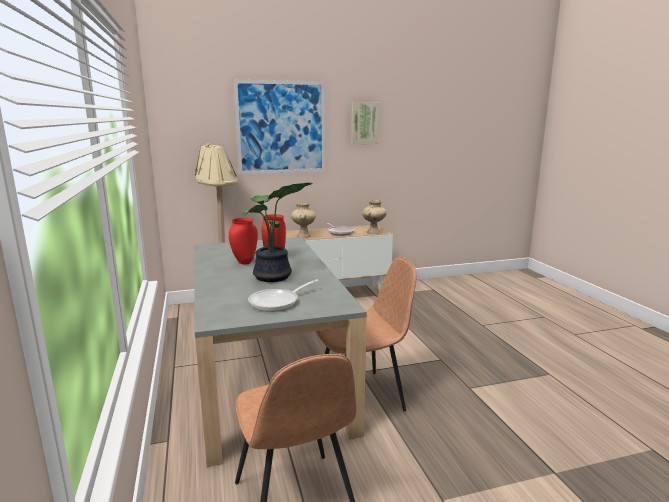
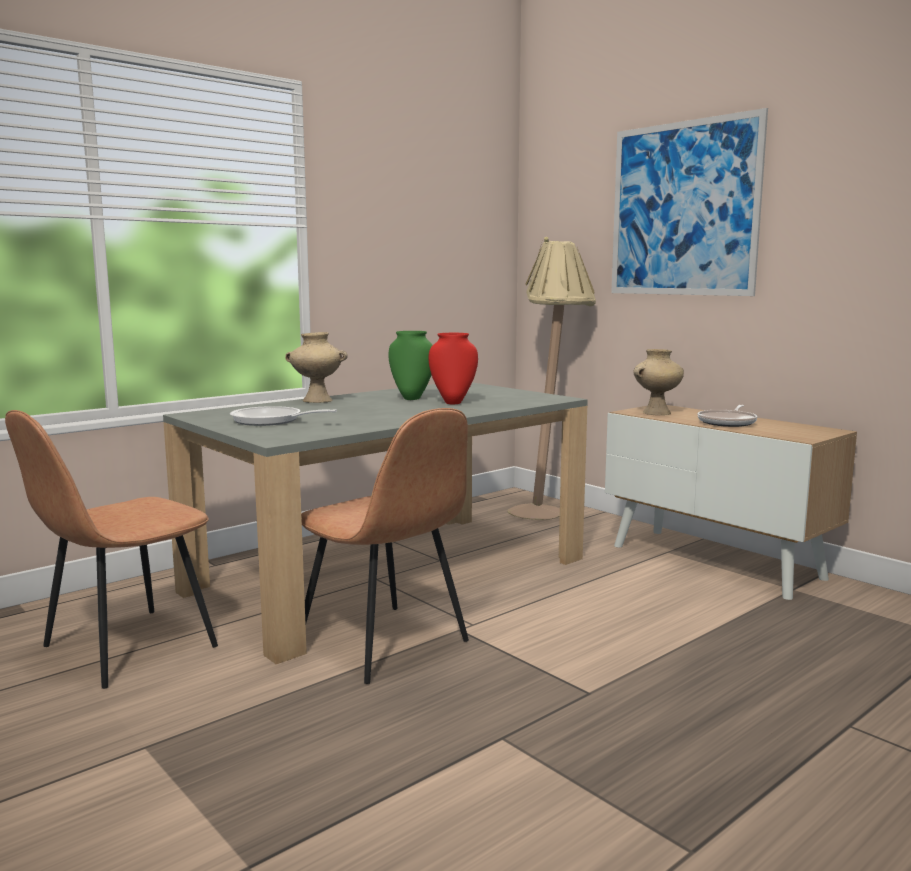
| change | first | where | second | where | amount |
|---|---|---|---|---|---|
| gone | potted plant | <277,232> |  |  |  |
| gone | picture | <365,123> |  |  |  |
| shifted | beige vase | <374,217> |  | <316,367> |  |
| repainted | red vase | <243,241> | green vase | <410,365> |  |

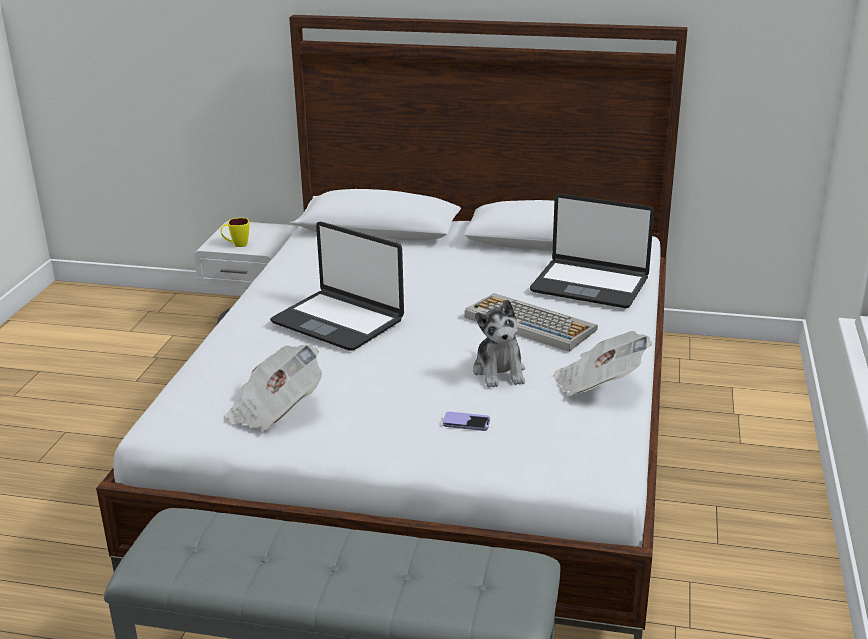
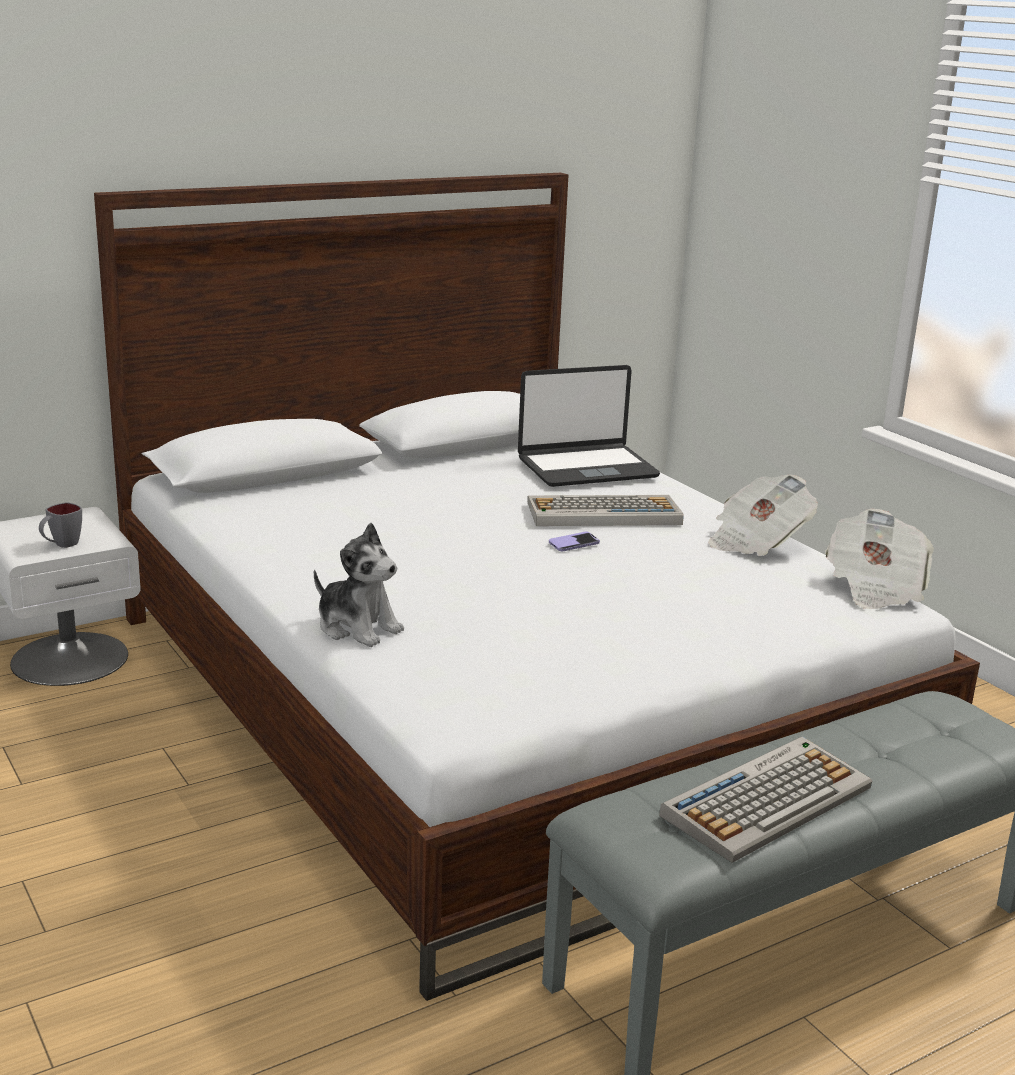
| change | first | where | second | where | amount |
|---|---|---|---|---|---|
| gone | laptop | <337,286> |  |  |  |
| new |  |  | keyboard | <765,800> |  |
| shifted | newspaper | <274,387> |  | <879,559> |  |
| shifted | phone | <466,421> |  | <574,541> |  |
| shifted | plush toy | <499,344> |  | <359,585> |  |
| repainted | yellow mug | <235,232> | grey mug | <60,525> |  |

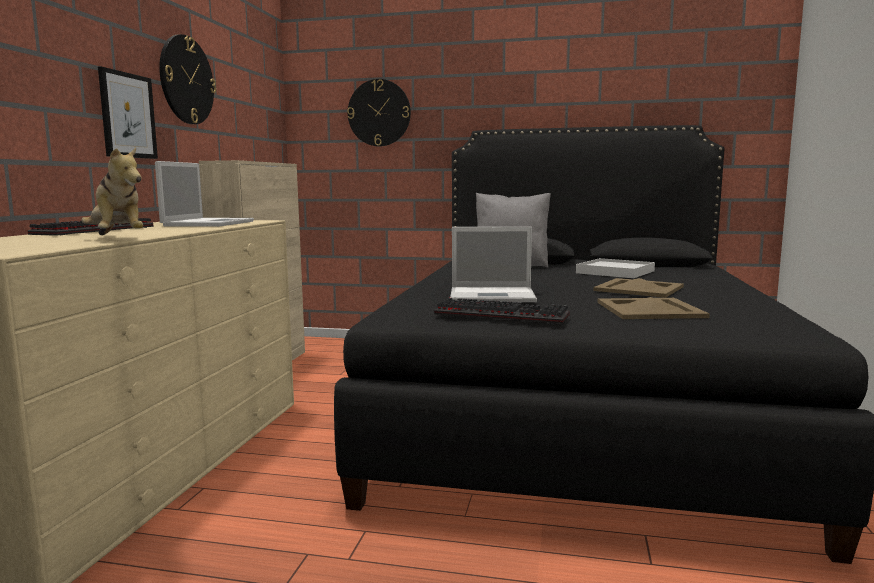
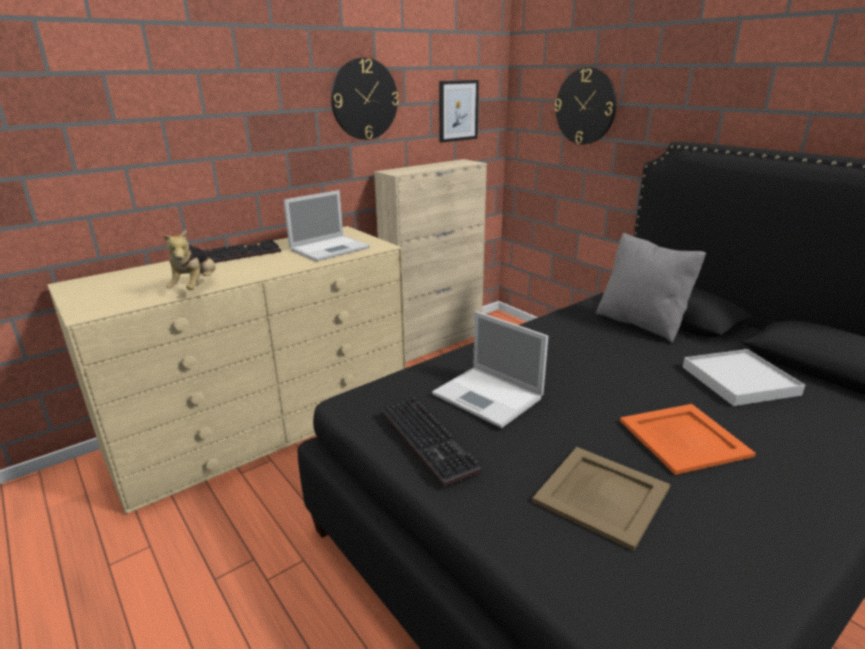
| change | first | where | second | where | amount |
|---|---|---|---|---|---|
| shifted | picture | <128,113> |  | <459,111> |  |
| repainted | beige tray | <638,288> | orange tray | <688,439> |  |

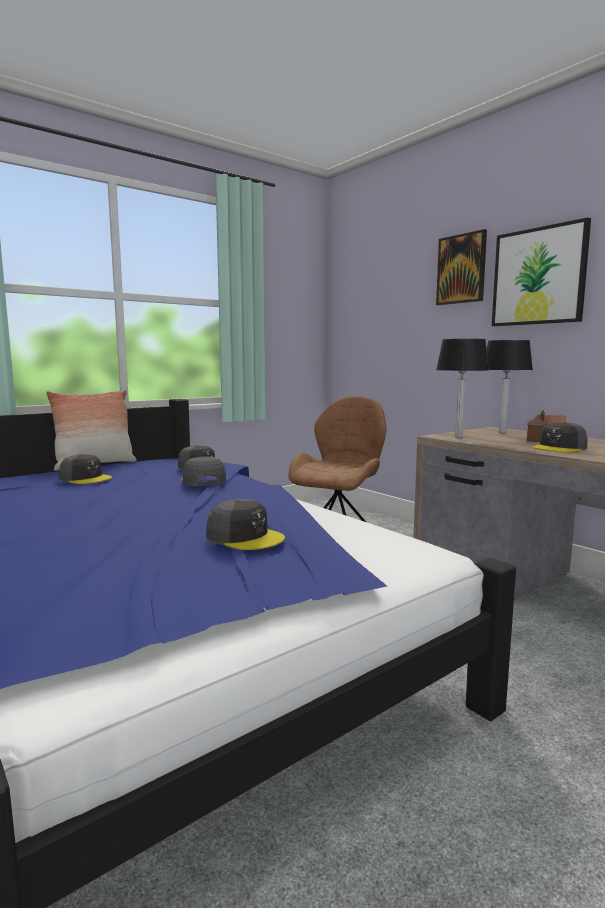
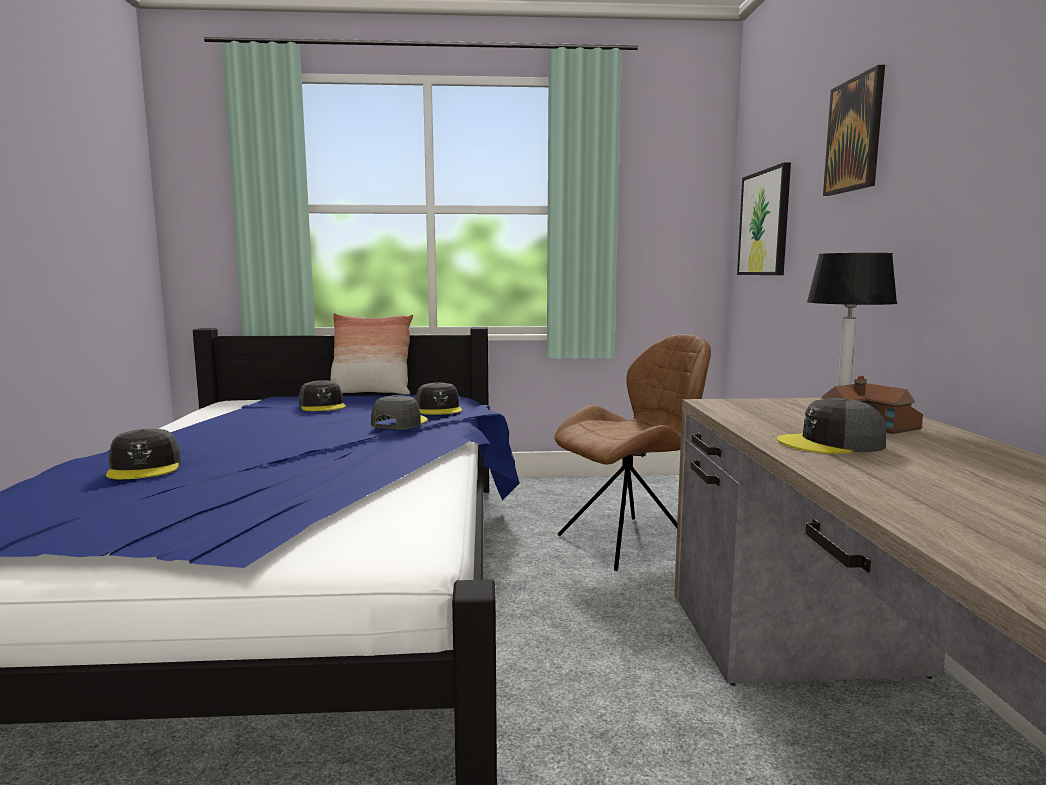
| change | first | where | second | where | amount |
|---|---|---|---|---|---|
| gone | table lamp | <462,388> |  |  |  |
| shifted | grey cap | <245,524> |  | <143,454> |  |
| shifted | picture | <541,271> |  | <764,218> |  |

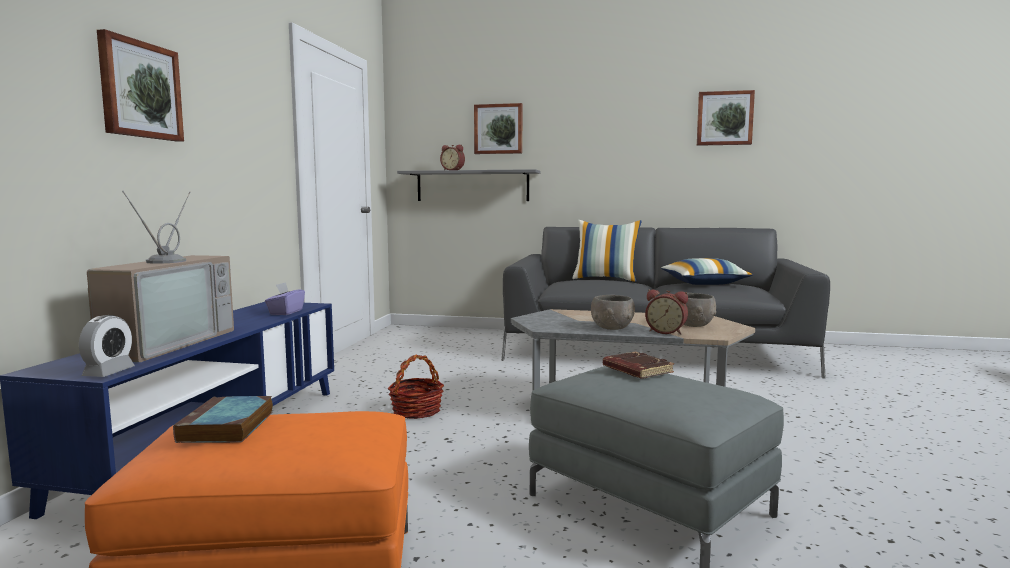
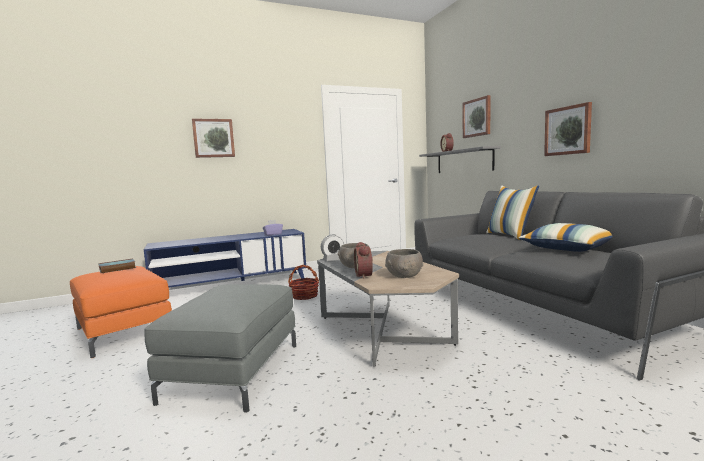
| change | first | where | second | where | amount |
|---|---|---|---|---|---|
| gone | television | <160,276> |  |  |  |
| gone | brown book | <638,365> |  |  |  |
| shifted | alarm clock | <107,346> |  | <332,248> |  |
| shifted | picture | <726,118> |  | <568,129> |  |

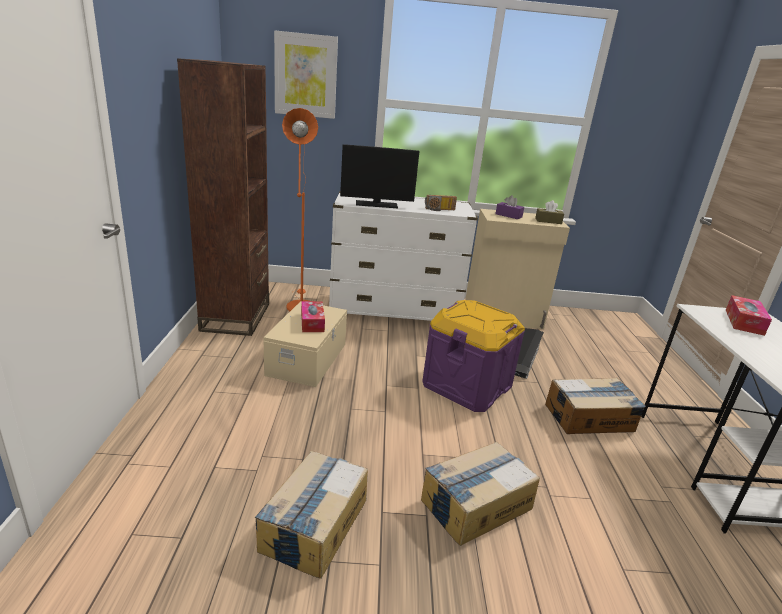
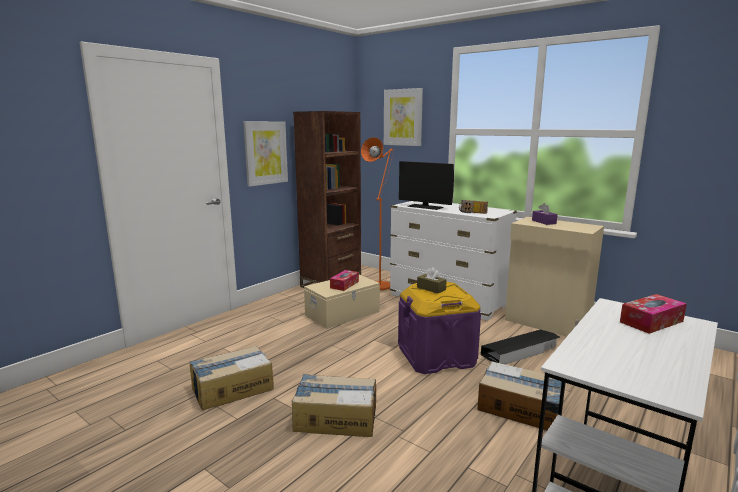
| change | first | where | second | where | amount |
|---|---|---|---|---|---|
| new |  |  | picture | <265,154> |  |
| shifted | brown tissue box | <549,212> |  | <432,280> |  |

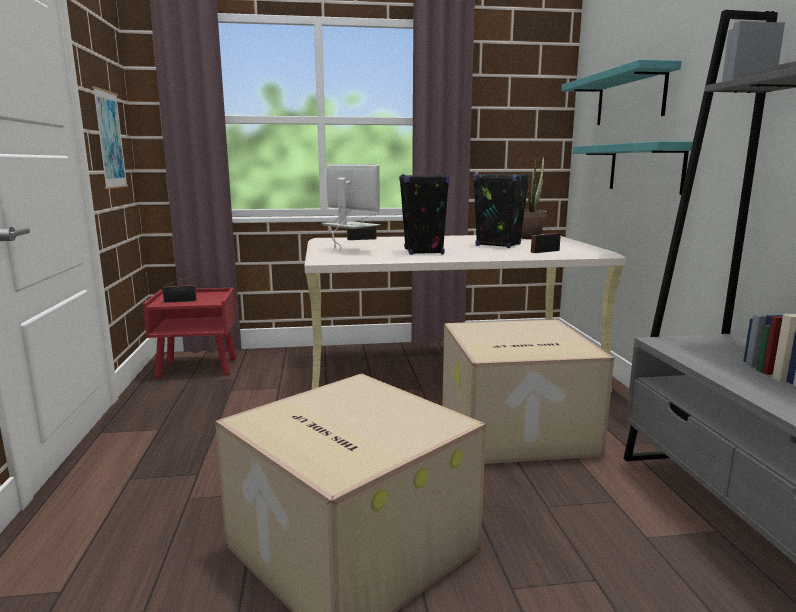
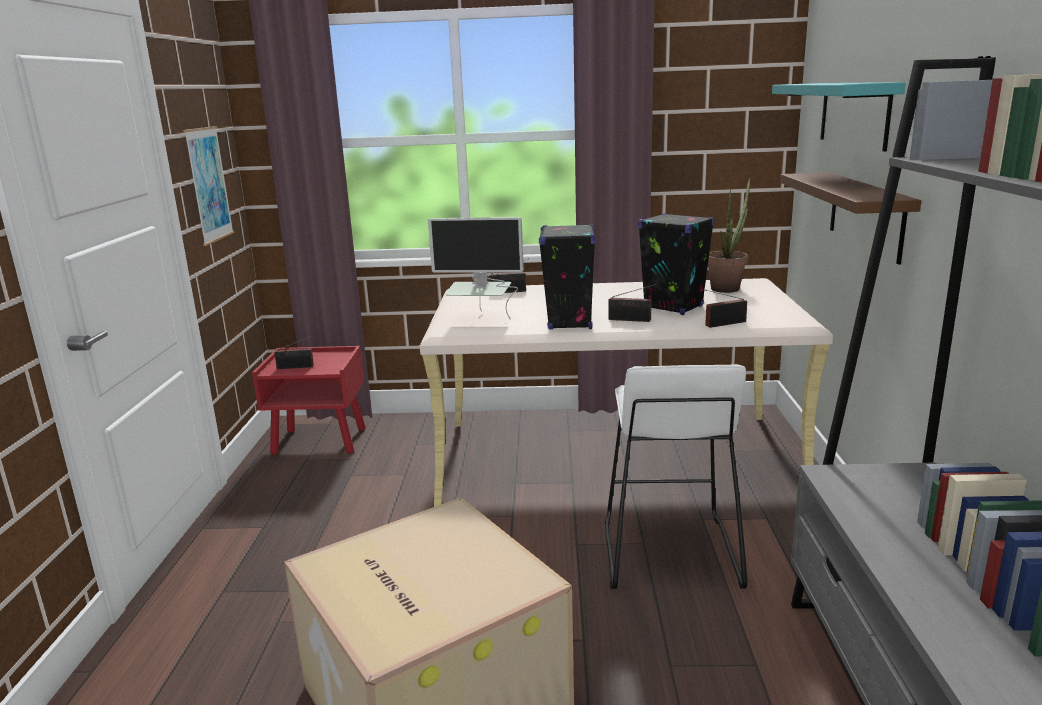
| change | first | where | second | where | amount |
|---|---|---|---|---|---|
| new |  |  | radio | <632,303> |  |
| swapped | cardboard box | <528,392> | white stool | <676,476> |  |
| repainted | turquoise shelf | <637,168> | brown shelf | <850,218> |  |
| rotated | monitor | <351,207> |  | <476,268> | 135 degrees clockwise |

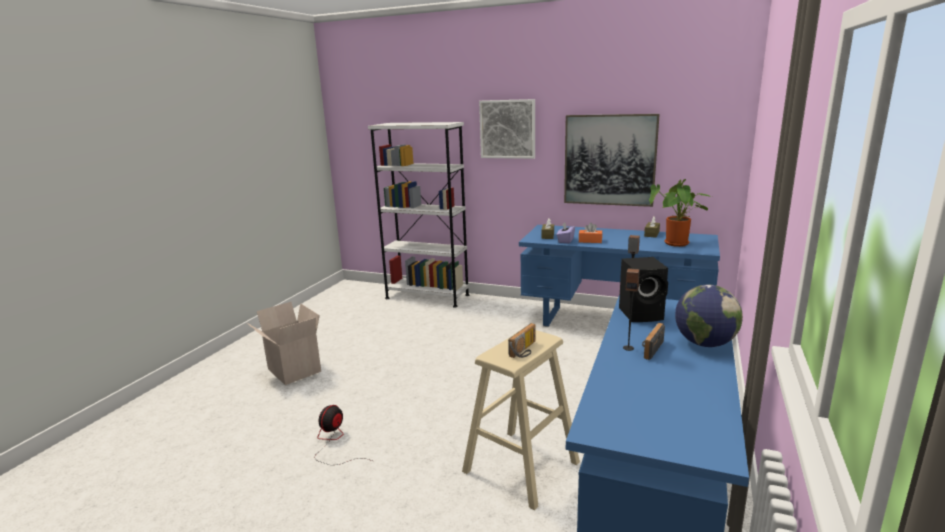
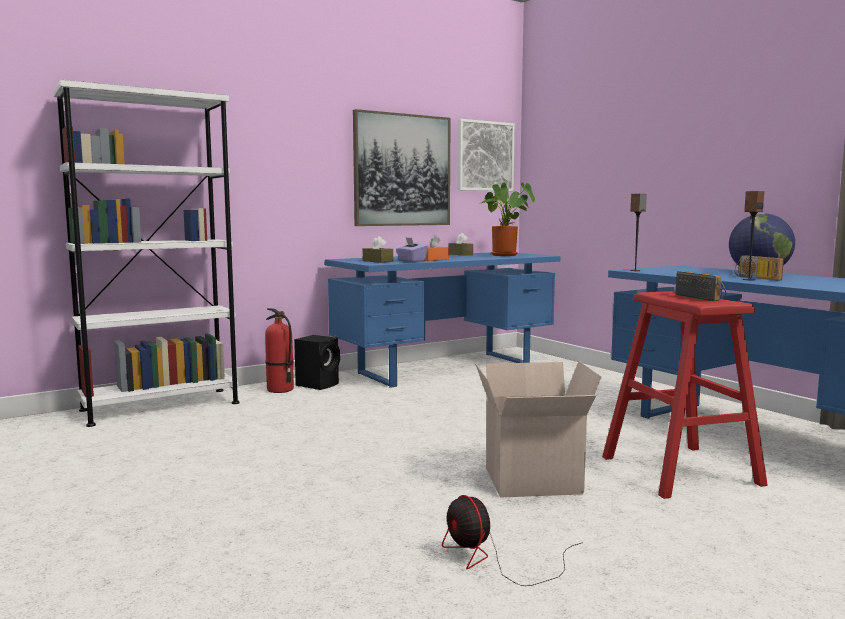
| change | first | where | second | where | amount |
|---|---|---|---|---|---|
| new |  |  | fire extinguisher | <279,350> |  |
| shifted | cardboard box | <284,343> |  | <538,429> |  |
| shifted | picture | <507,129> |  | <486,155> |  |
| shifted | black speaker | <643,289> |  | <317,362> |  |
| repainted | beige stool | <521,419> | red stool | <685,395> |  |

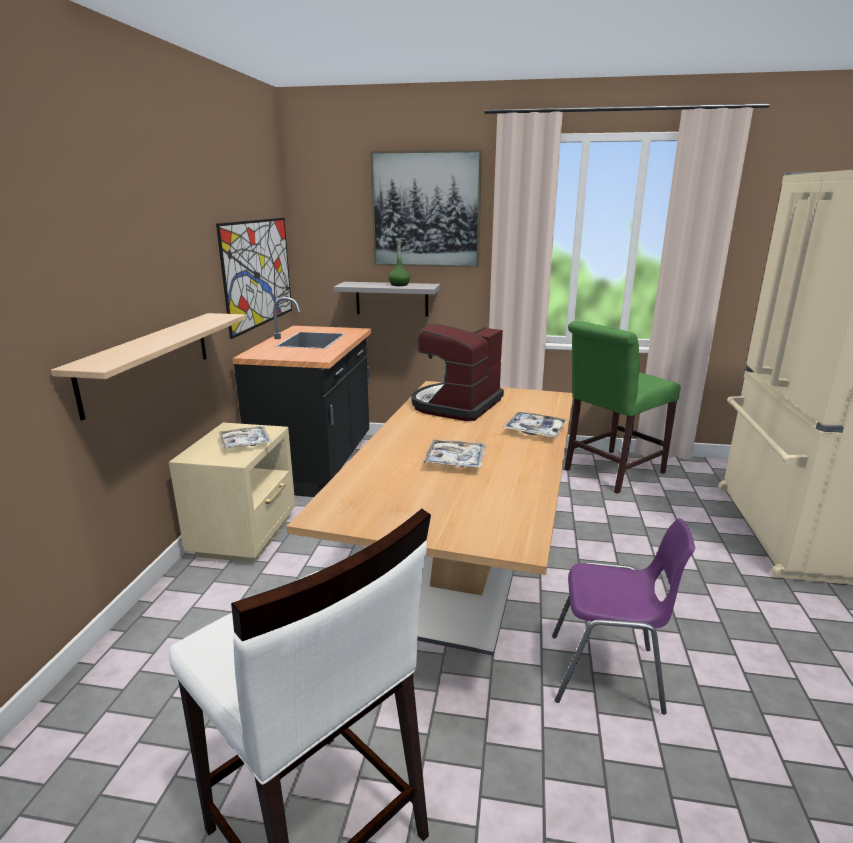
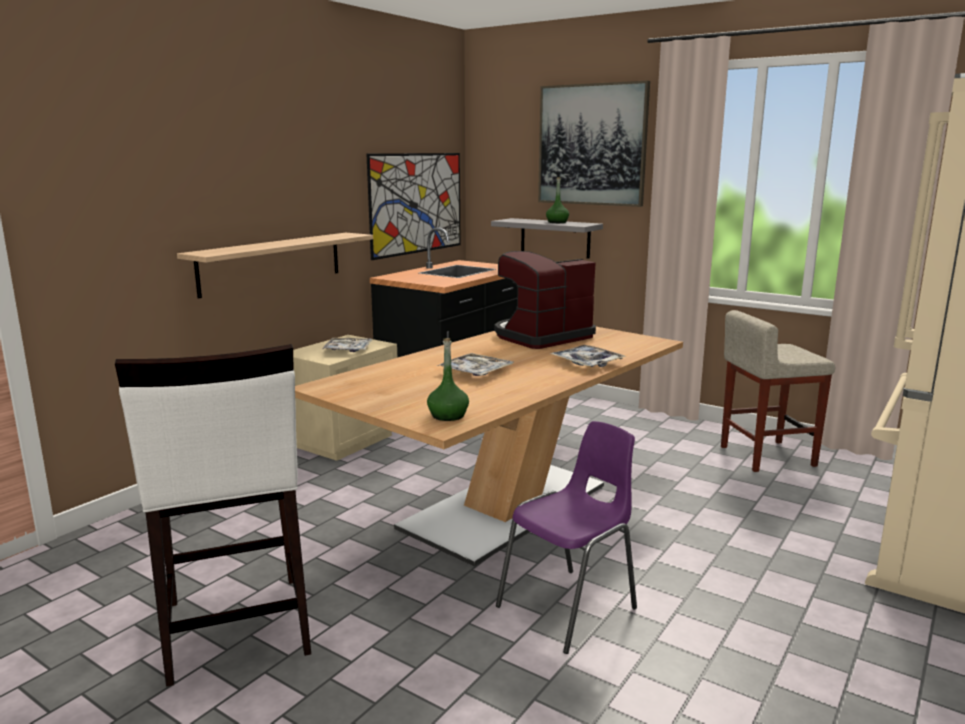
| change | first | where | second | where | amount |
|---|---|---|---|---|---|
| new |  |  | green bottle | <448,379> |  |
| swapped | green chair | <622,407> | beige stool | <778,391> |  |
| rotated | purple chair | <623,616> |  | <566,537> | 75 degrees counterclockwise |

